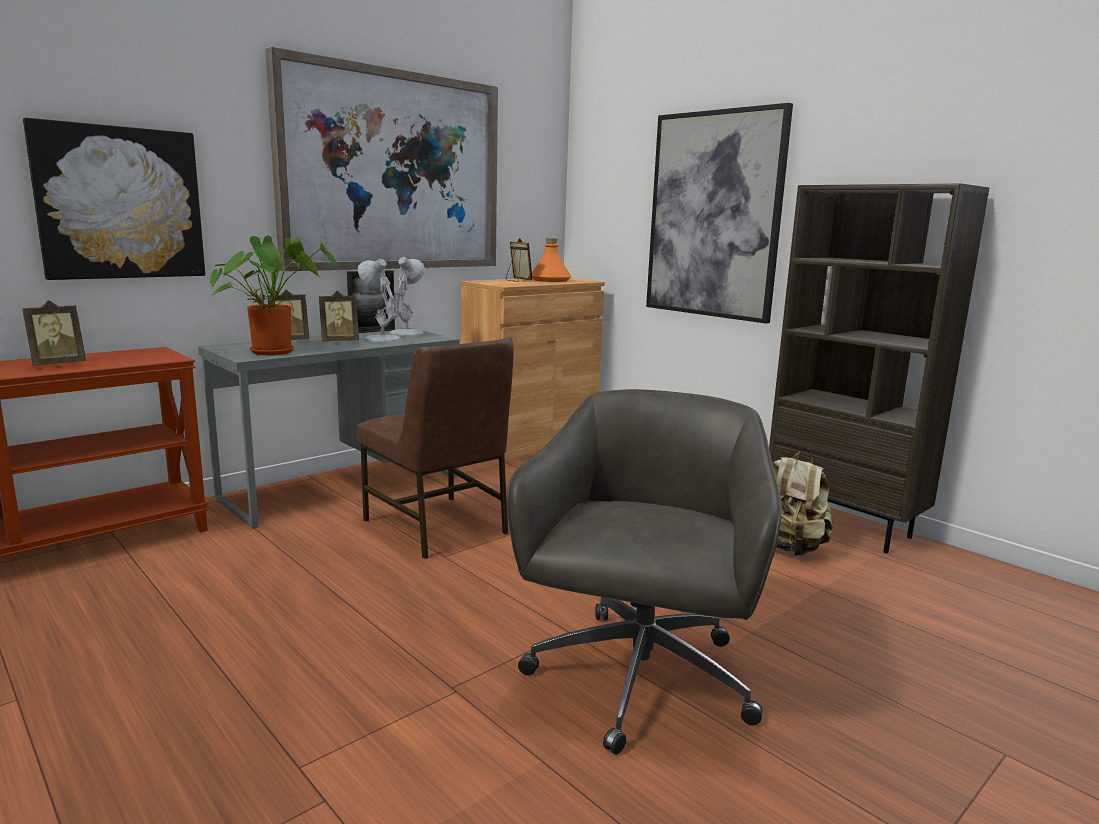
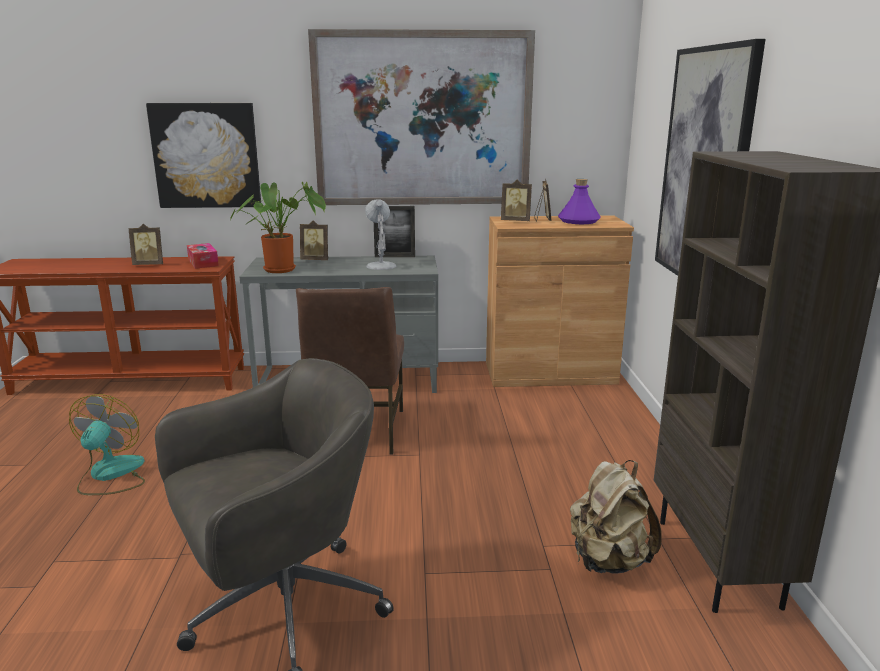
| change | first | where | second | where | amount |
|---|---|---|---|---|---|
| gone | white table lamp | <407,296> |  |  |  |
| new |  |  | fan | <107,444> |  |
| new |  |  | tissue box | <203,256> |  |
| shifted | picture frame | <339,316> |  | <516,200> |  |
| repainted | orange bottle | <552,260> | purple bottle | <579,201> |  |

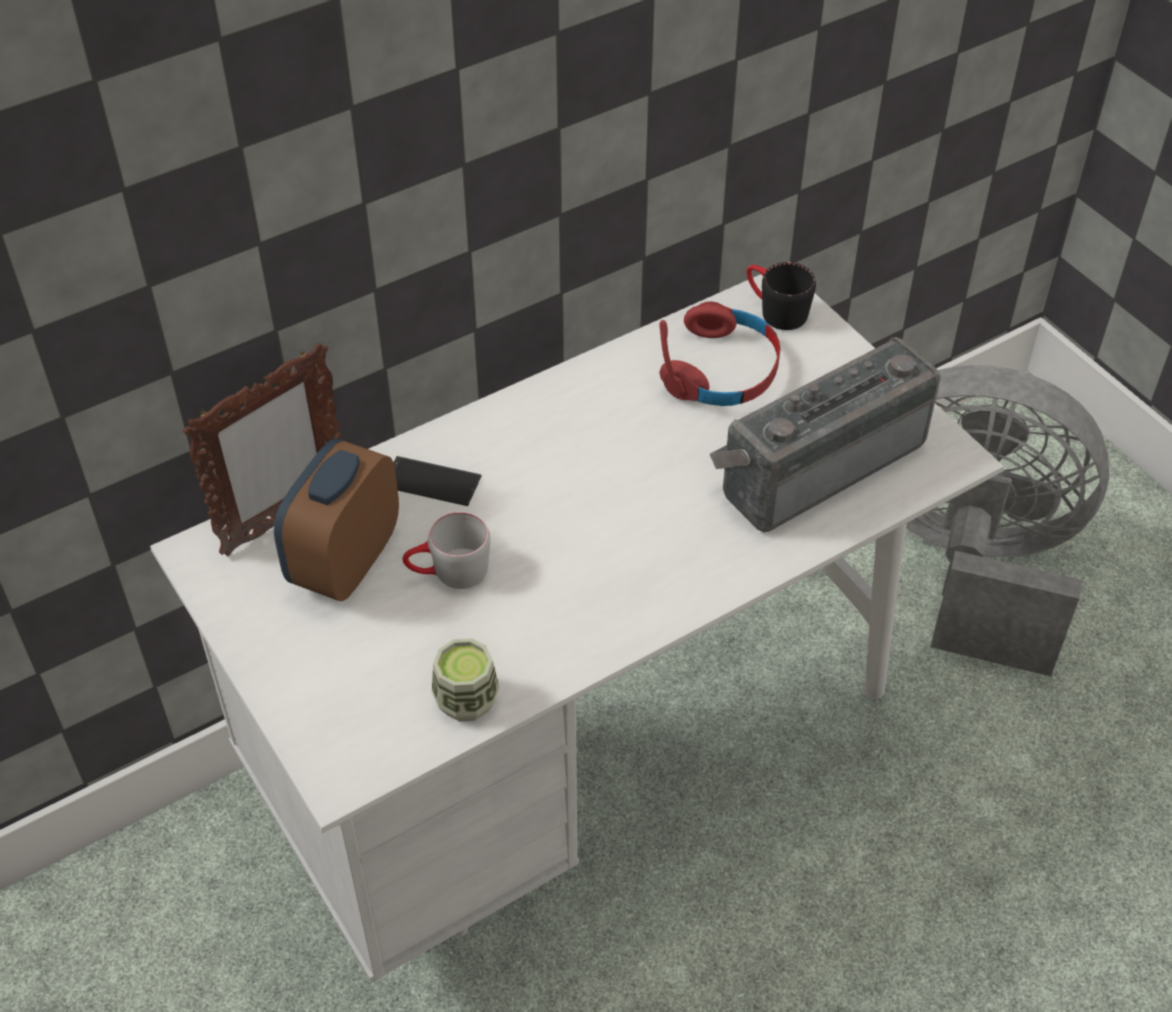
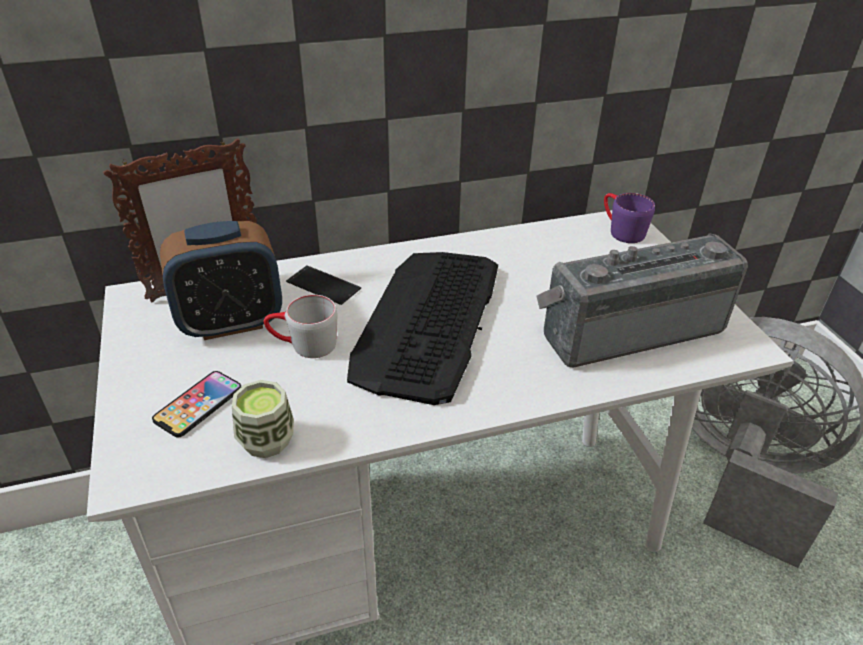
| change | first | where | second | where | amount |
|---|---|---|---|---|---|
| gone | red headphones | <719,353> |  |  |  |
| new |  |  | phone | <196,404> |  |
| new |  |  | keyboard | <422,328> |  |
| repainted | black mug | <781,296> | purple mug | <629,218> |  |
| rotated | alarm clock | <336,519> |  | <221,280> | 150 degrees counterclockwise |

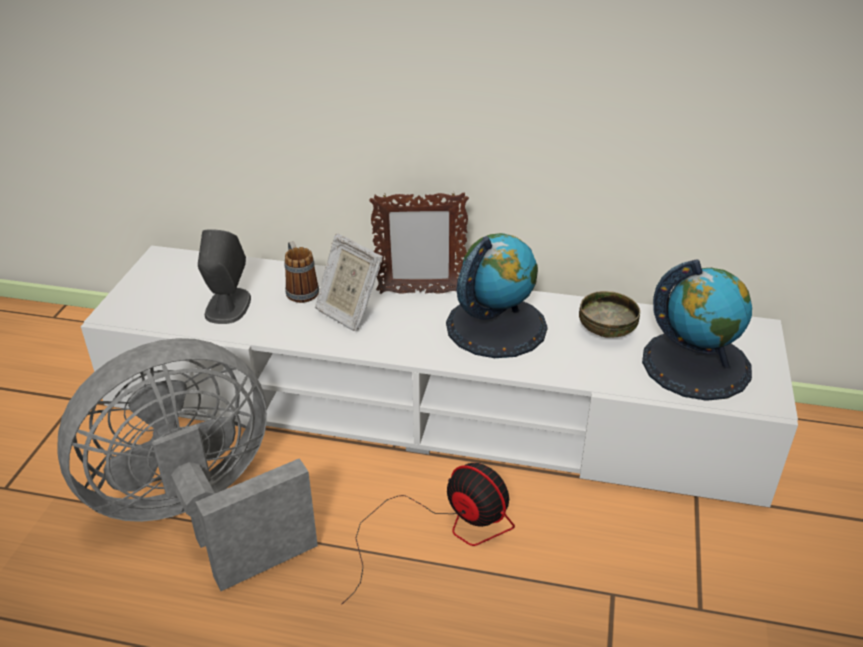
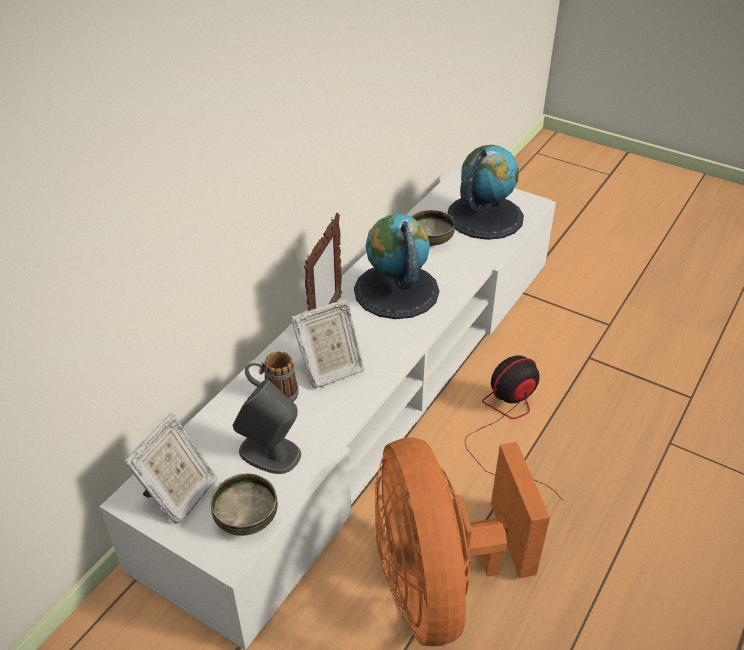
| change | first | where | second | where | amount |
|---|---|---|---|---|---|
| new |  |  | picture frame | <171,469> |  |
| new |  |  | bowl | <244,504> |  |
| repainted | grey fan | <187,464> | orange fan | <462,542> |  |

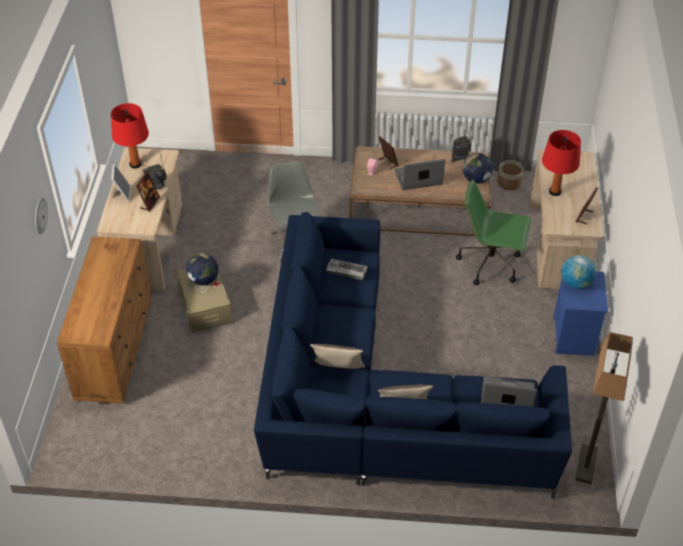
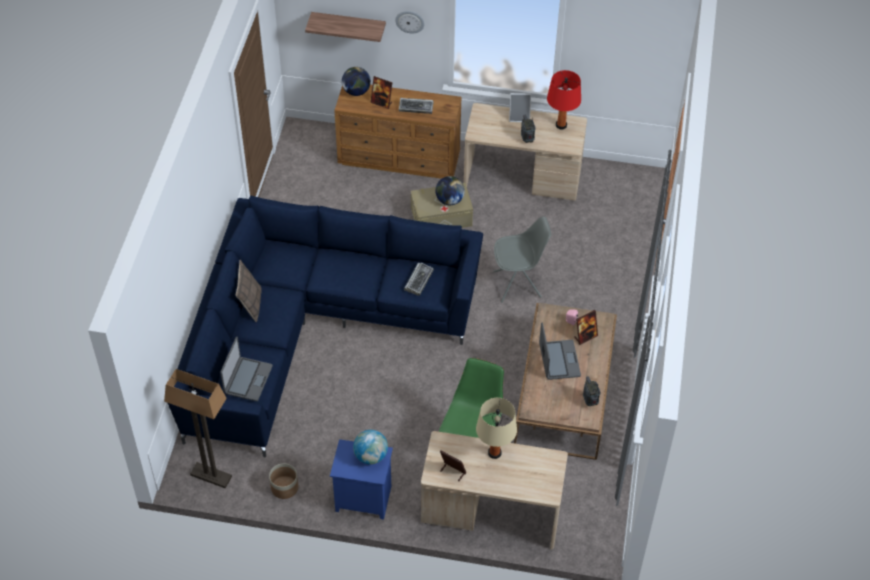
| change | first | where | second | where | amount |
|---|---|---|---|---|---|
| gone | pillow | <337,356> |  |  |  |
| new |  |  | shelf | <345,27> |  |
| new |  |  | keyboard | <416,106> |  |
| shifted | picture frame | <148,192> |  | <381,92> |  |
| shifted | globe | <477,168> |  | <356,81> |  |
| shifted | planter | <510,175> |  | <283,481> |  |
| repainted | red table lamp | <561,163> | beige table lamp | <496,428> |  |

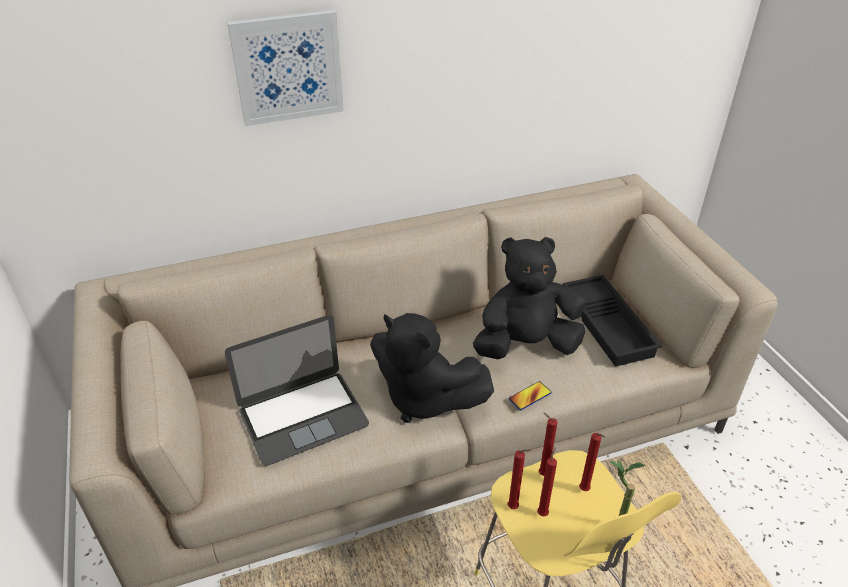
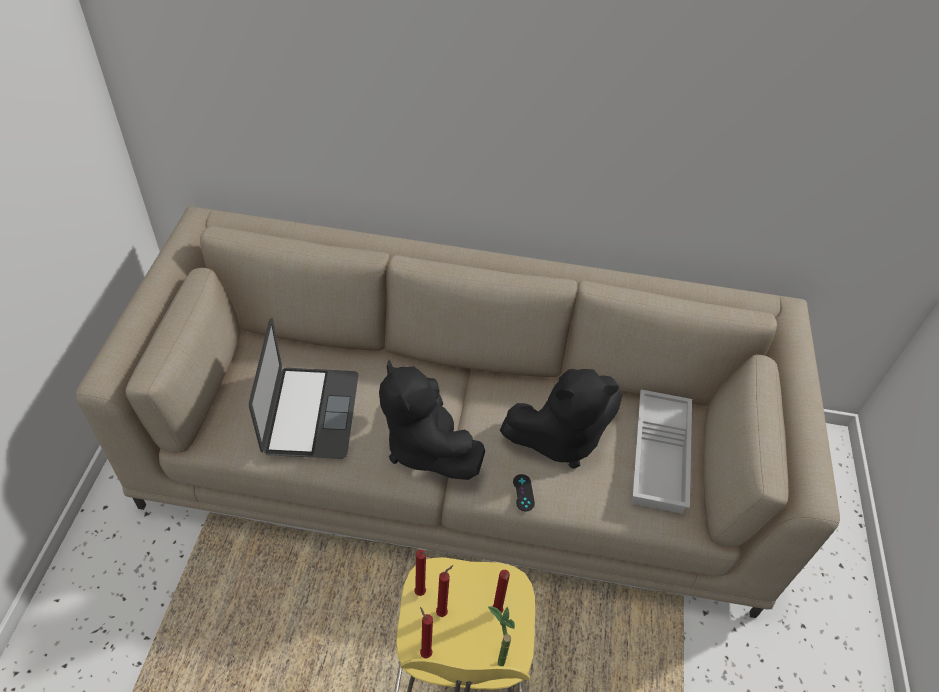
| change | first | where | second | where | amount |
|---|---|---|---|---|---|
| gone | picture | <285,68> |  |  |  |
| shifted | red candle | <548,444> |  | <426,632> |  |
| swapped | phone | <530,395> | black game controller | <524,492> |  |
| repainted | black tray | <612,321> | white tray | <662,452> |  |
| rotated | laptop | <297,390> |  | <303,388> | 90 degrees counterclockwise |
| rotated | black plush toy | <529,298> |  | <561,419> | 150 degrees clockwise |

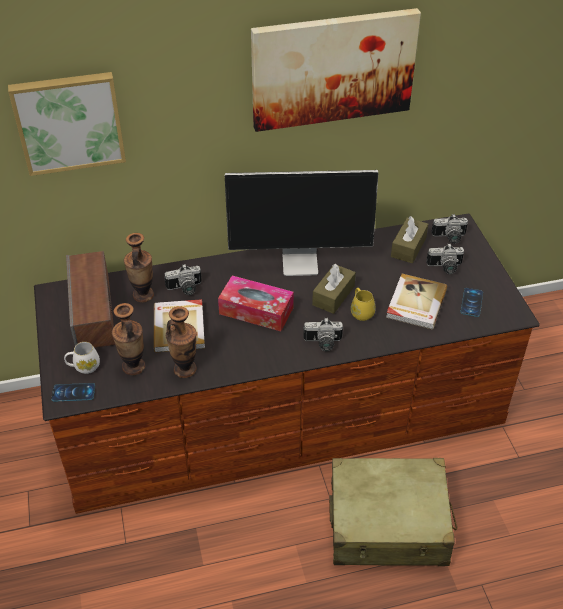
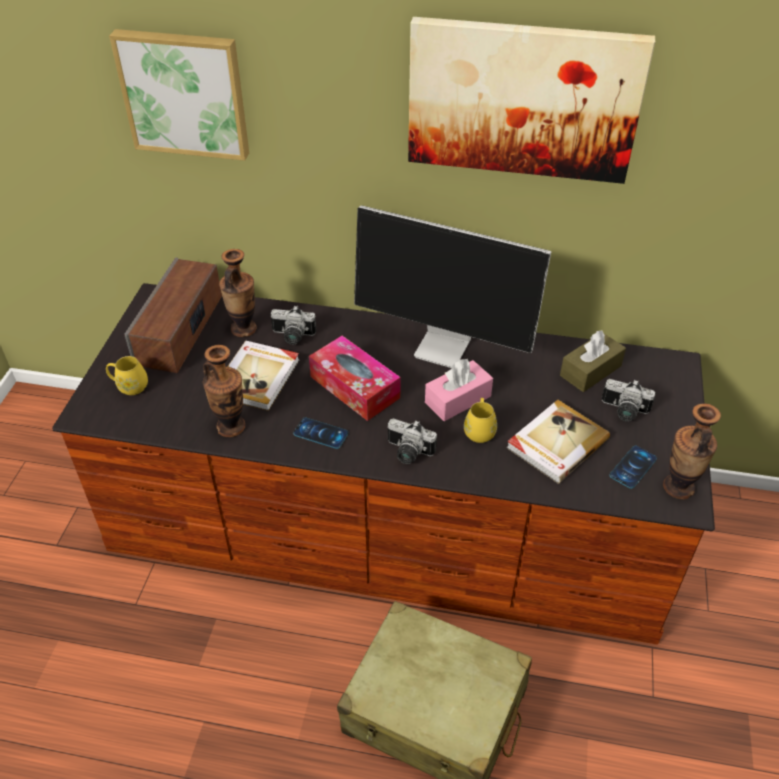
| change | first | where | second | where | amount |
|---|---|---|---|---|---|
| gone | photo camera | <449,229> |  |  |  |
| shifted | phone | <73,392> |  | <320,433> |  |
| shifted | vase | <128,339> |  | <692,451> |  |
| repainted | white mug | <82,358> | yellow mug | <127,375> |  |
| repainted | brown tissue box | <334,289> | pink tissue box | <459,390> |  |

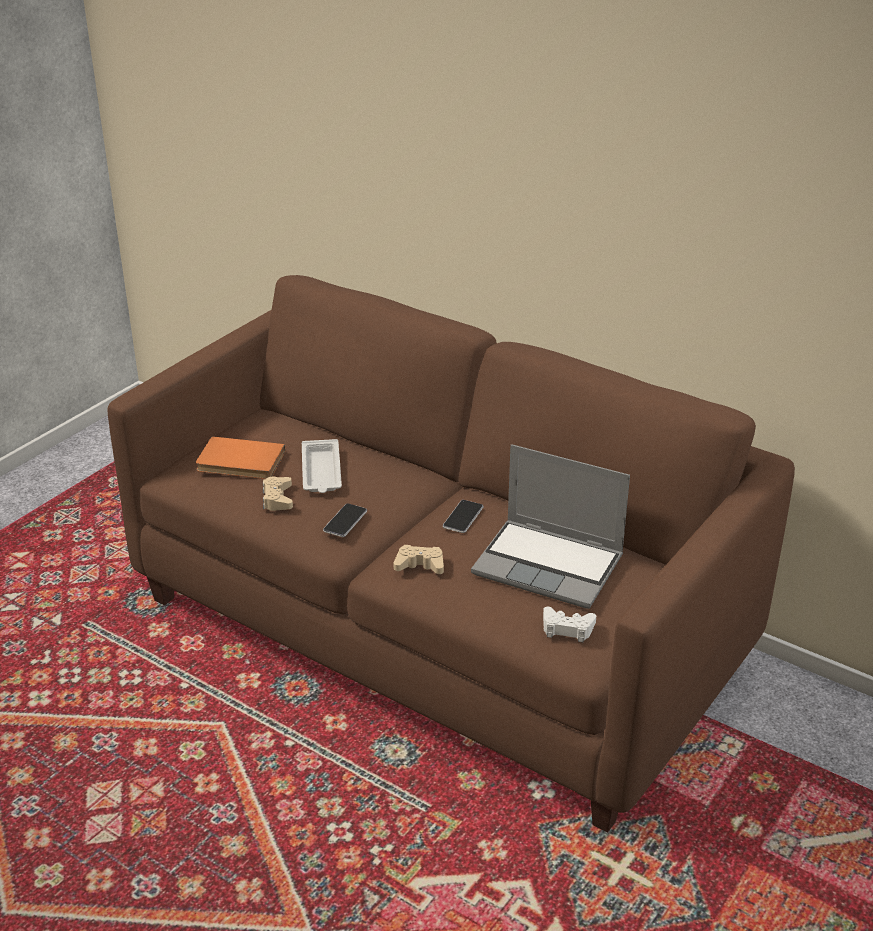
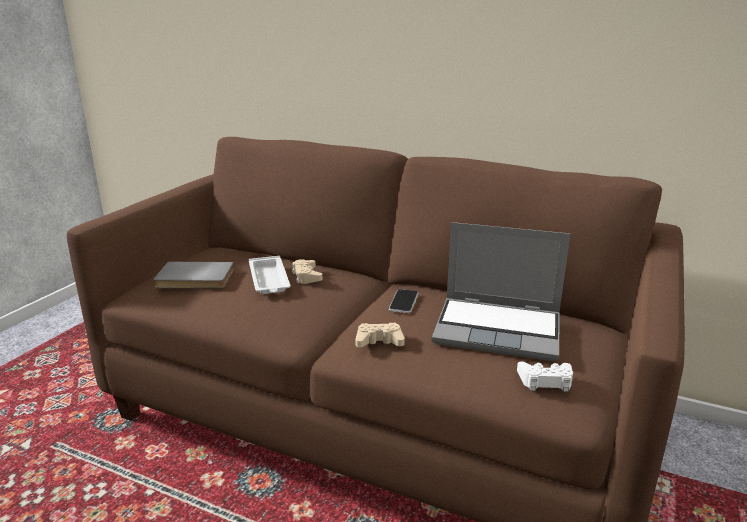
| change | first | where | second | where | amount |
|---|---|---|---|---|---|
| gone | phone | <345,520> |  |  |  |
| shifted | beige game controller | <278,494> |  | <307,271> |  |
| repainted | orange book | <240,457> | grey book | <194,275> |  |

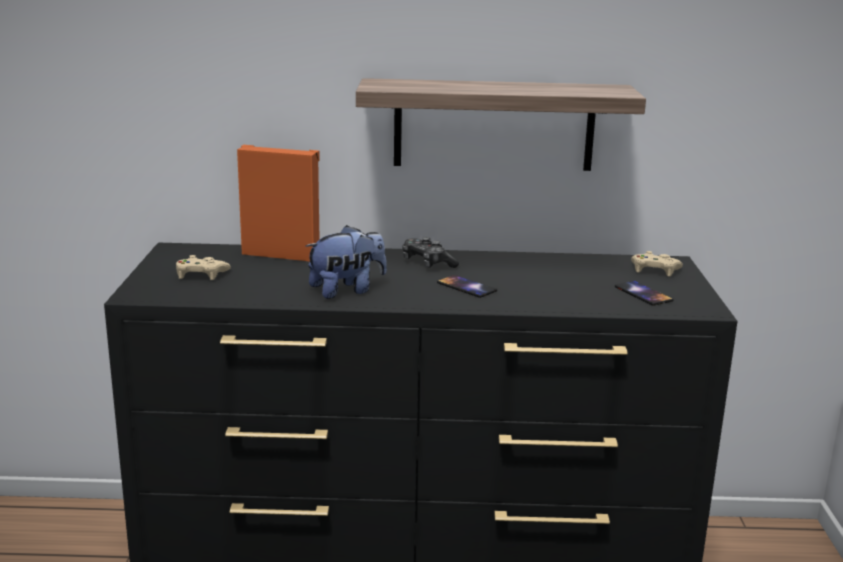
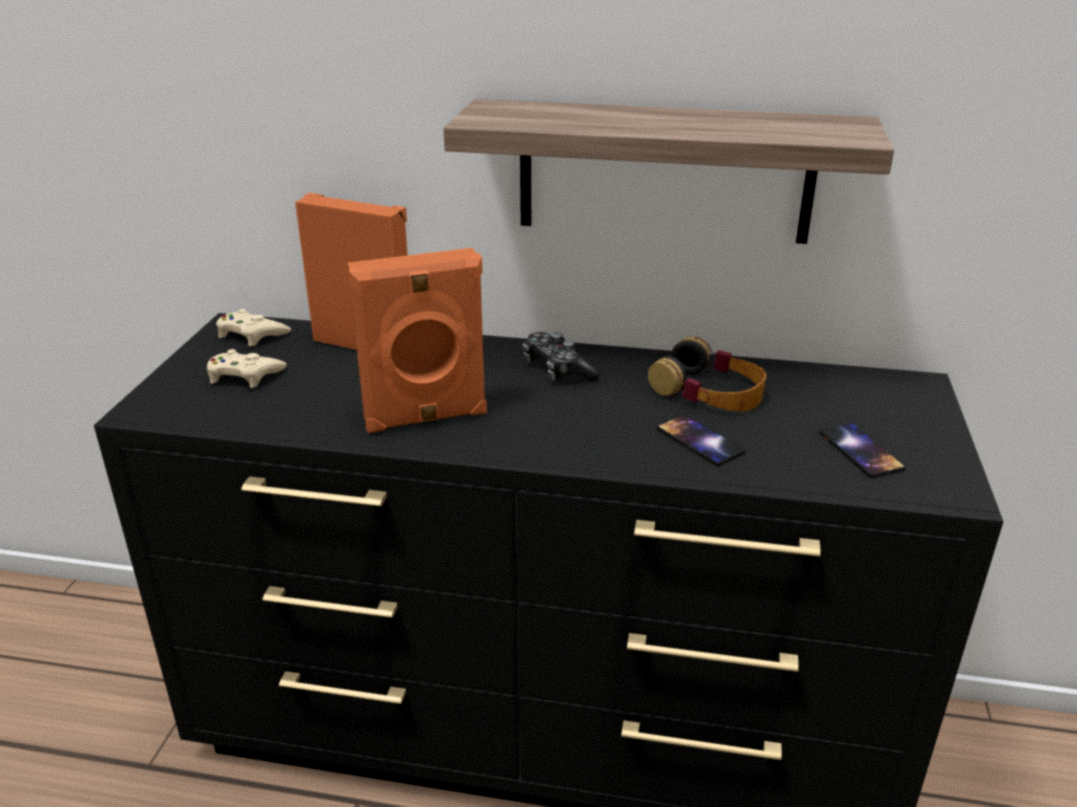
| change | first | where | second | where | amount |
|---|---|---|---|---|---|
| new |  |  | headphones | <707,374> |  |
| shifted | phone | <467,286> |  | <701,440> |  |
| shifted | beige game controller | <657,264> |  | <253,328> |  |
| swapped | plush toy | <346,262> | orange speaker | <417,340> |  |

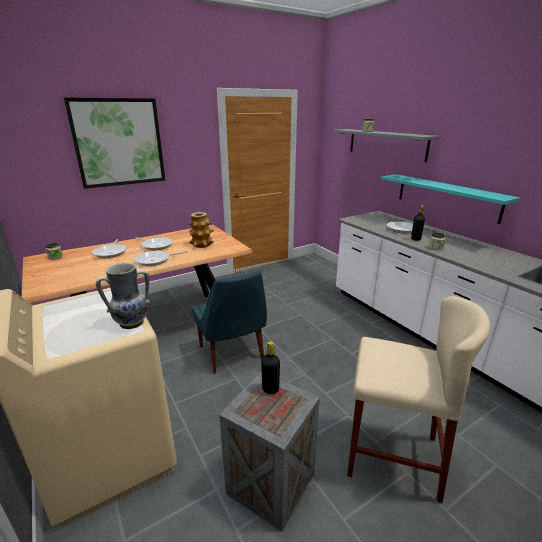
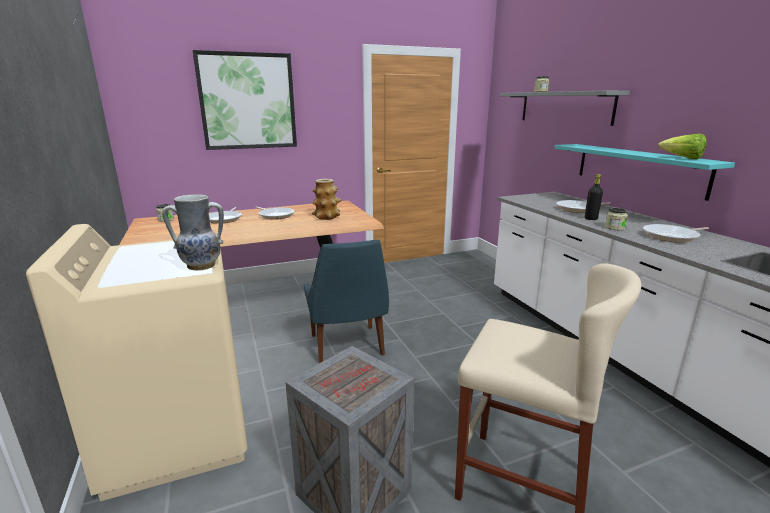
| change | first | where | second | where | amount |
|---|---|---|---|---|---|
| gone | black bottle | <270,367> |  |  |  |
| new |  |  | lettuce | <682,146> |  |
| shifted | frying pan | <160,258> |  | <676,233> |  |

